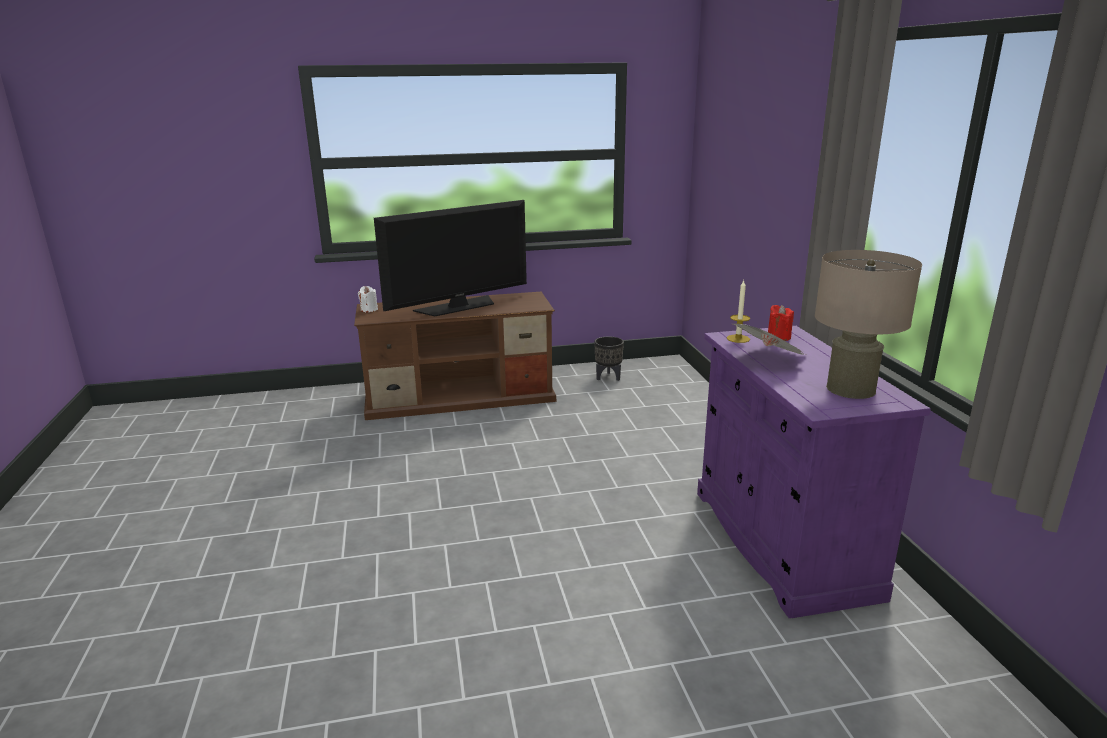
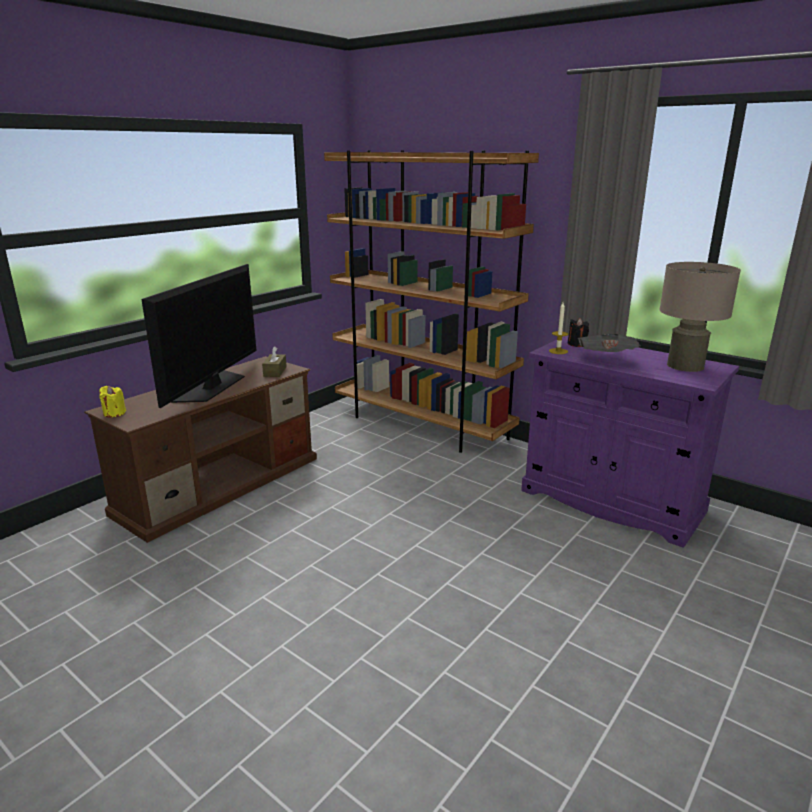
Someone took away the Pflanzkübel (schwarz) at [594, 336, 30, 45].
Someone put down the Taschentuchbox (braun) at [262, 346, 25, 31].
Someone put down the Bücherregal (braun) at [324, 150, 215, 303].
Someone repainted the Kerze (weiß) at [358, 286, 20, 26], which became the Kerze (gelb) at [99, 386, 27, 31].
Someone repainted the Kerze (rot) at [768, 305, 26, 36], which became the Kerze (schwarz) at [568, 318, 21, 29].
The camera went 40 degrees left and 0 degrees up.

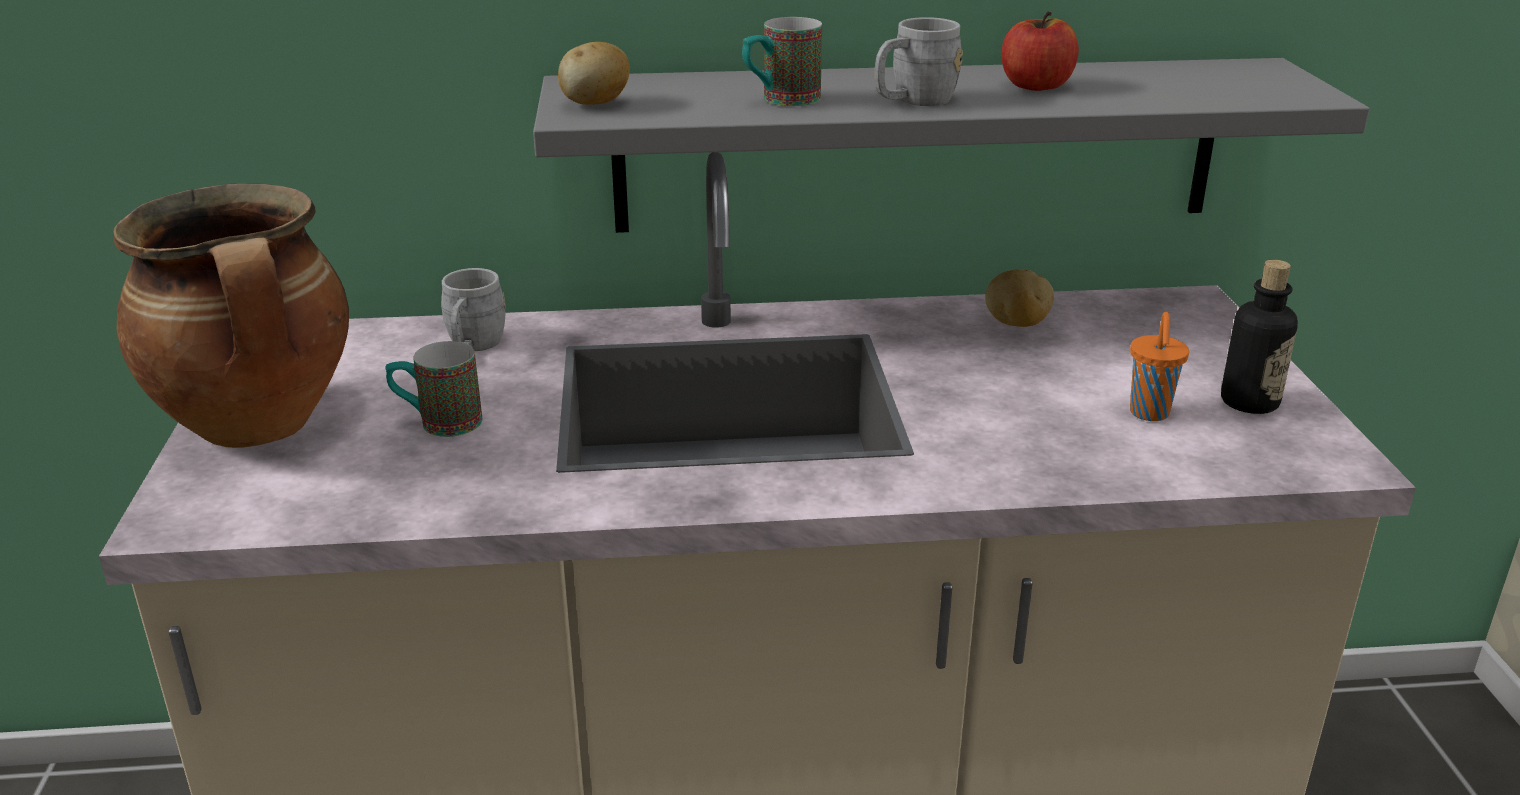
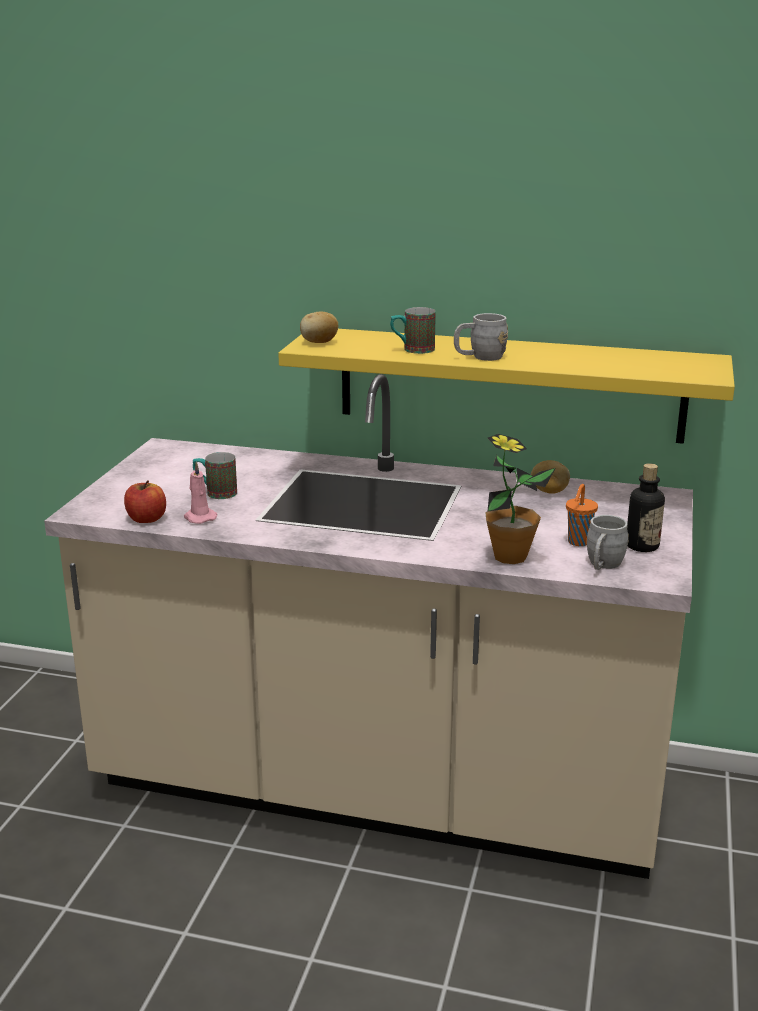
Someone took away the Kochtopf at [113, 184, 236, 264].
Someone put down the Kerze (rosa) at [184, 462, 33, 62].
Someone put down the Topfpflanze at [485, 434, 70, 130].
Someone carried the Henkelbecher (grau) from [441, 268, 65, 83] to [587, 515, 42, 55].
Someone carried the Apfel from [1001, 11, 78, 80] to [124, 480, 42, 43].
Someone repainted the Wandregal (grau) at [533, 58, 836, 175], which became the Wandregal (gelb) at [278, 329, 457, 115].
The camera went 20 degrees right and 5 degrees down.

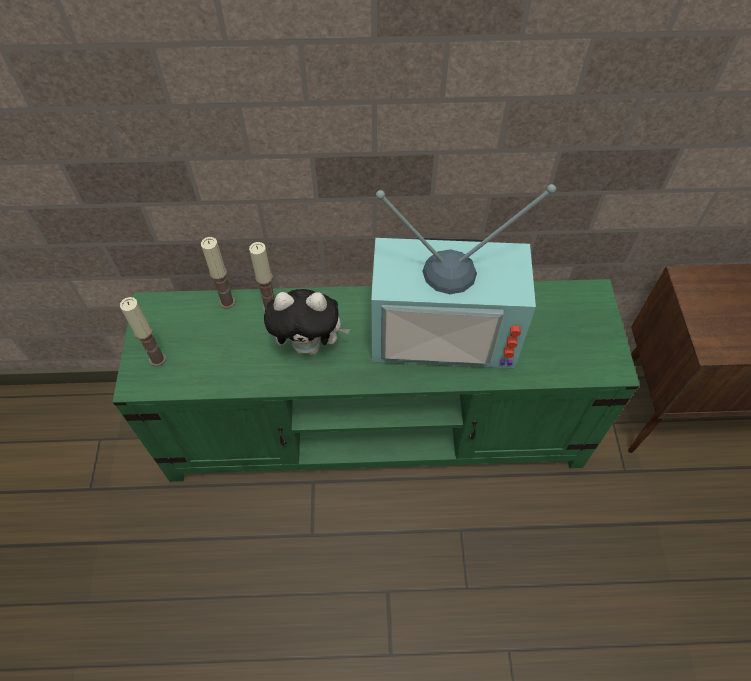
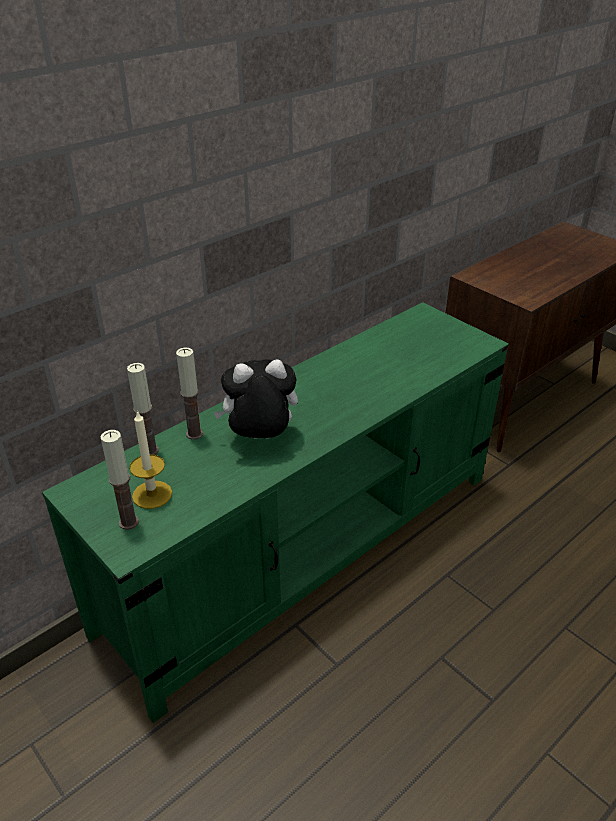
Someone took away the Fernseher at [371, 184, 185, 185].
Someone put down the Kerze at [130, 410, 42, 99].
Someone rotated the Plüschtier at [264, 289, 86, 66] by 150 degrees counterclockwise.
The camera went 40 degrees left and 20 degrees down.

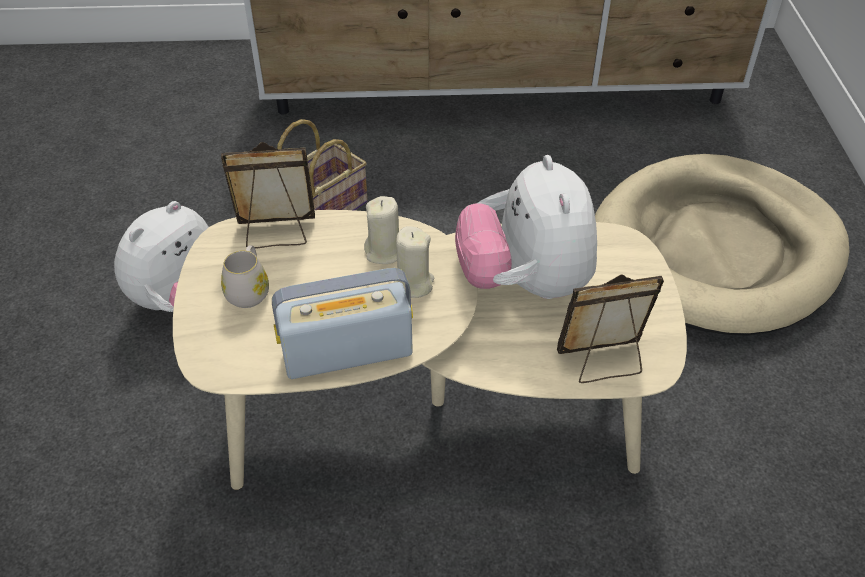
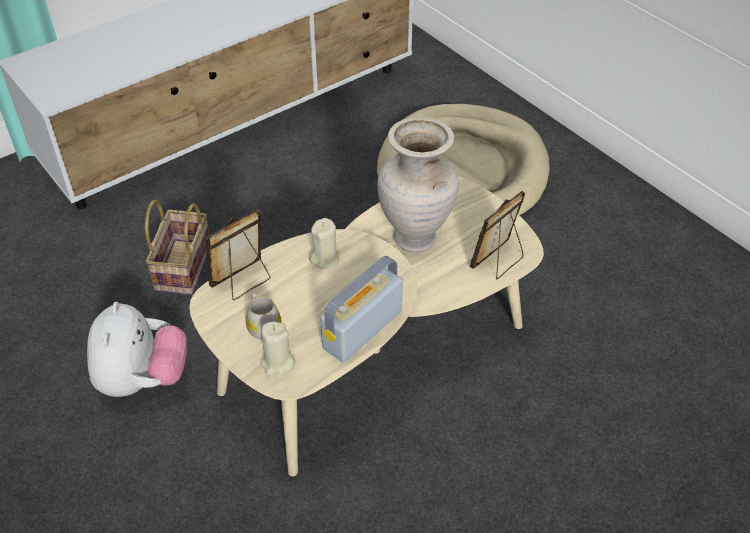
Someone carried the Kerze (beige) from [394, 226, 40, 72] to [261, 321, 34, 55].
Someone swapped the Plüschtier at [455, 155, 142, 144] for the Vase (beige) at [377, 117, 82, 135].
The camera went 35 degrees left and 0 degrees up.

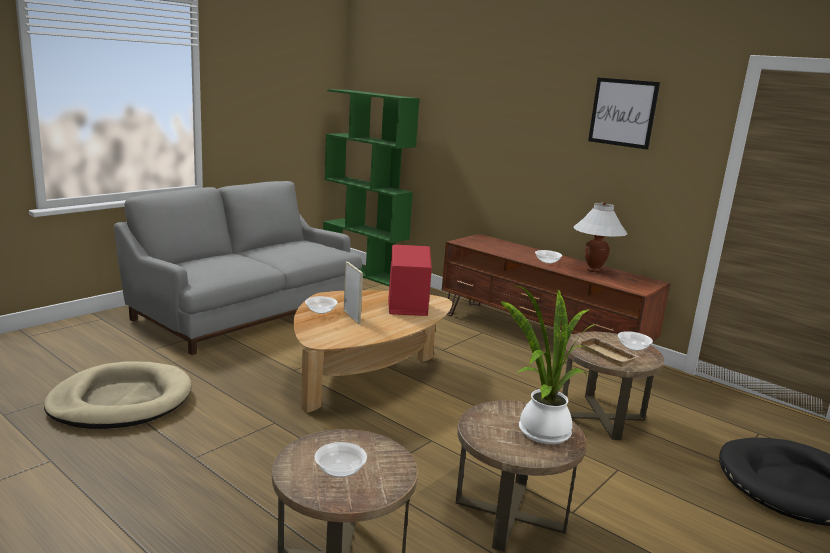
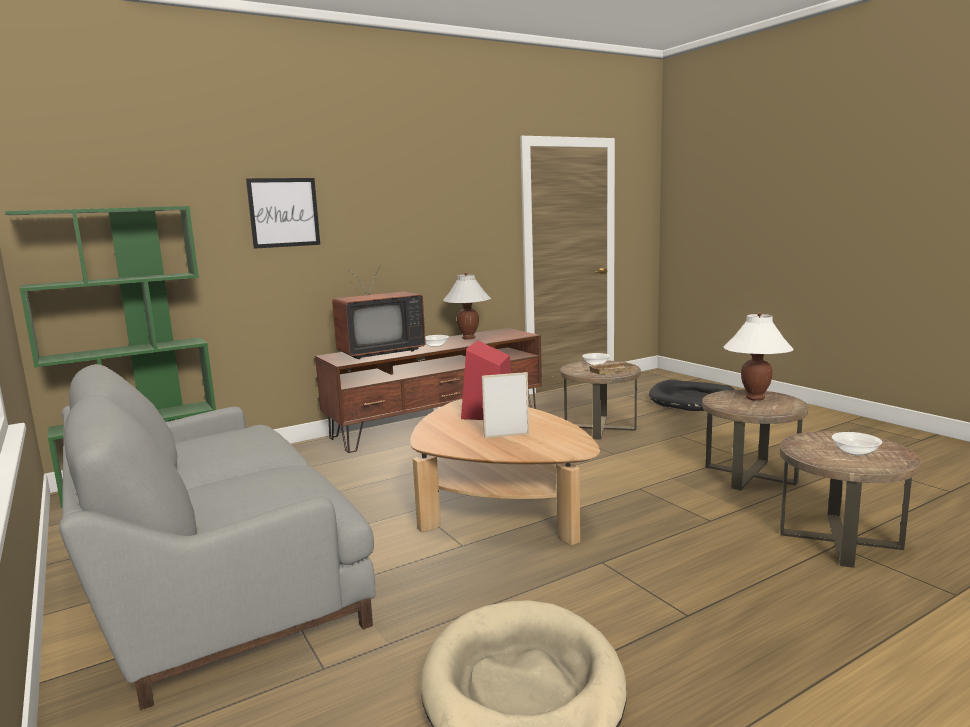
Someone took away the Schüssel at [305, 296, 33, 18].
Someone put down the Fernseher at [332, 265, 94, 94].
Someone carried the Bild from [588, 77, 72, 73] to [246, 178, 74, 71].
Someone swapped the Topfpflanze at [500, 285, 94, 159] for the Tischlampe (weiß) at [723, 313, 71, 88].
The camera went 70 degrees left and 5 degrees down.

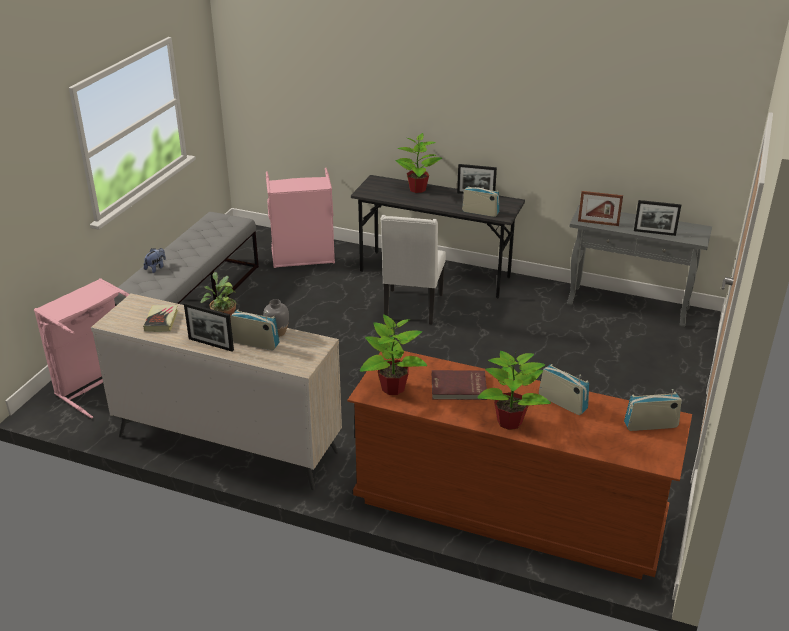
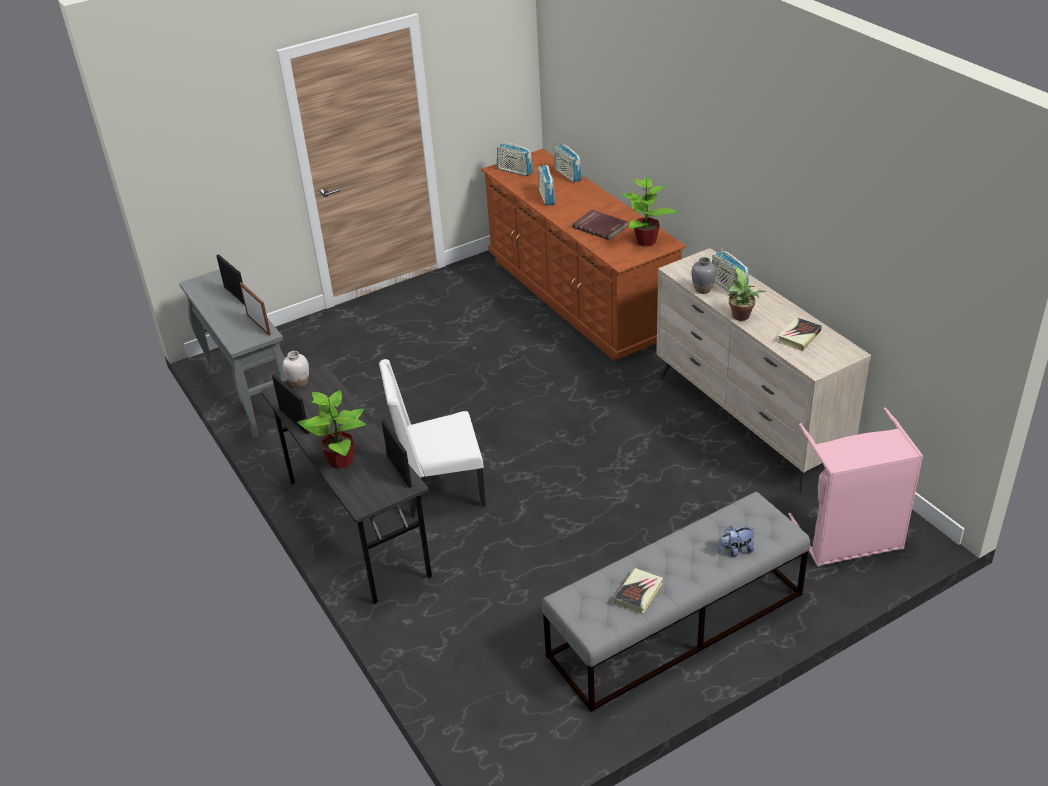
Someone took away the Wäschekorb (rosa) at [266, 167, 69, 101].
Someone took away the Topfpflanze at [477, 351, 74, 79].
Someone put down the Vase (weiß) at [283, 351, 26, 37].
Someone put down the Buch at [614, 568, 49, 46].
Someone carried the Bilderrahmen from [184, 302, 50, 49] to [381, 420, 31, 68].
Someone carried the Radio from [462, 186, 37, 31] to [554, 144, 28, 38].
Someone rotated the Stuhl (weiß) at [381, 215, 65, 110] by 150 degrees counterclockwise.
The camera went 140 degrees left and 5 degrees up.

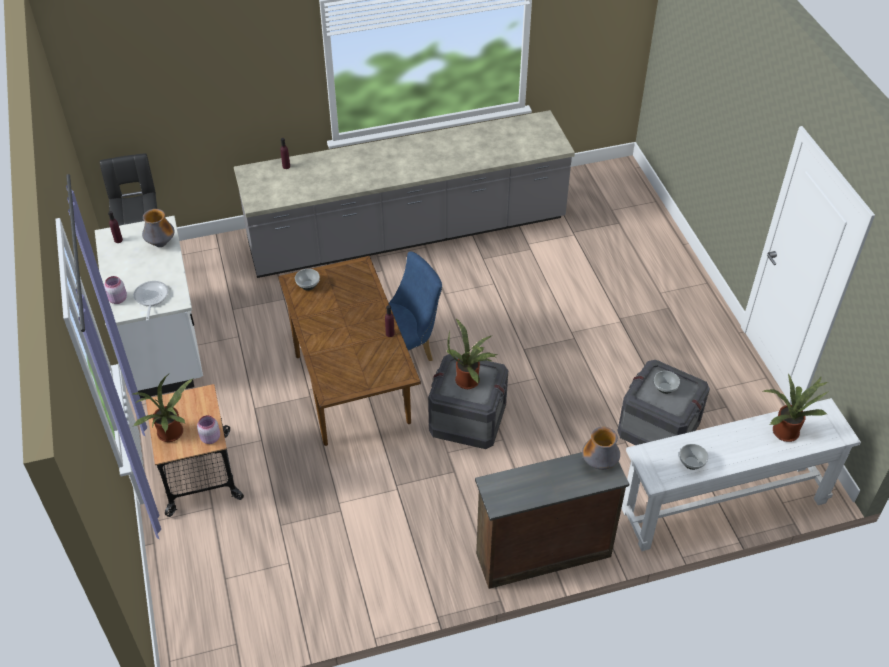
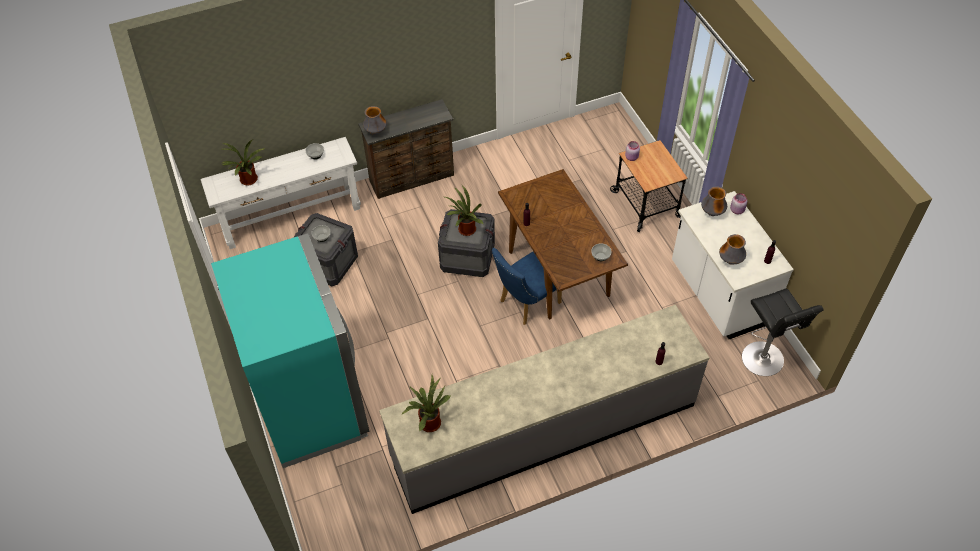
Someone put down the Kühlschrank (türkis) at [211, 233, 158, 235].
Someone carried the Topfpflanze from [133, 373, 61, 69] to [402, 375, 49, 57].
Someone swapped the Pfanne at [134, 281, 34, 40] for the Vase at [701, 186, 26, 30].
The camera went 175 degrees right and 5 degrees up.

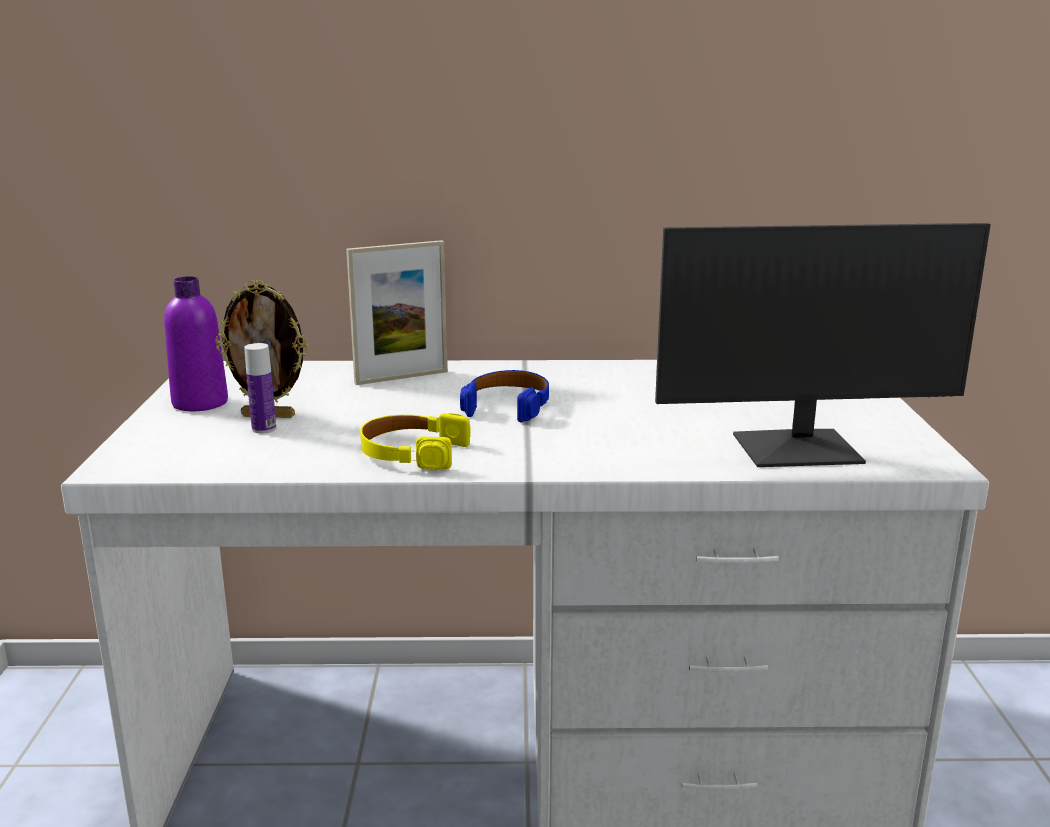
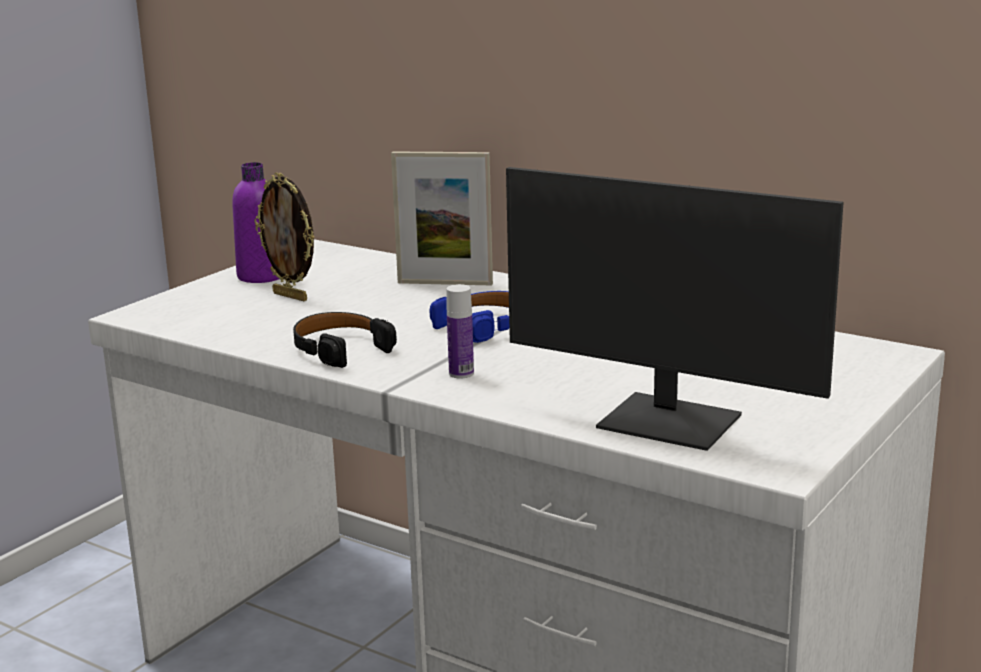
Someone carried the Flasche from [244, 343, 32, 90] to [446, 284, 28, 94].
Someone repainted the Kopfhörer (gelb) at [360, 413, 111, 57], which became the Kopfhörer (schwarz) at [293, 312, 104, 56].
The camera went 35 degrees right and 0 degrees up.

